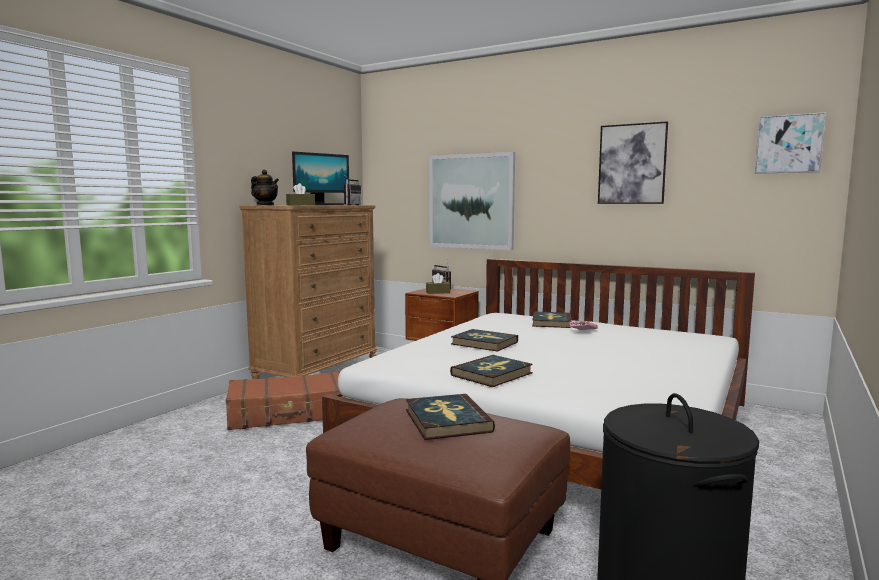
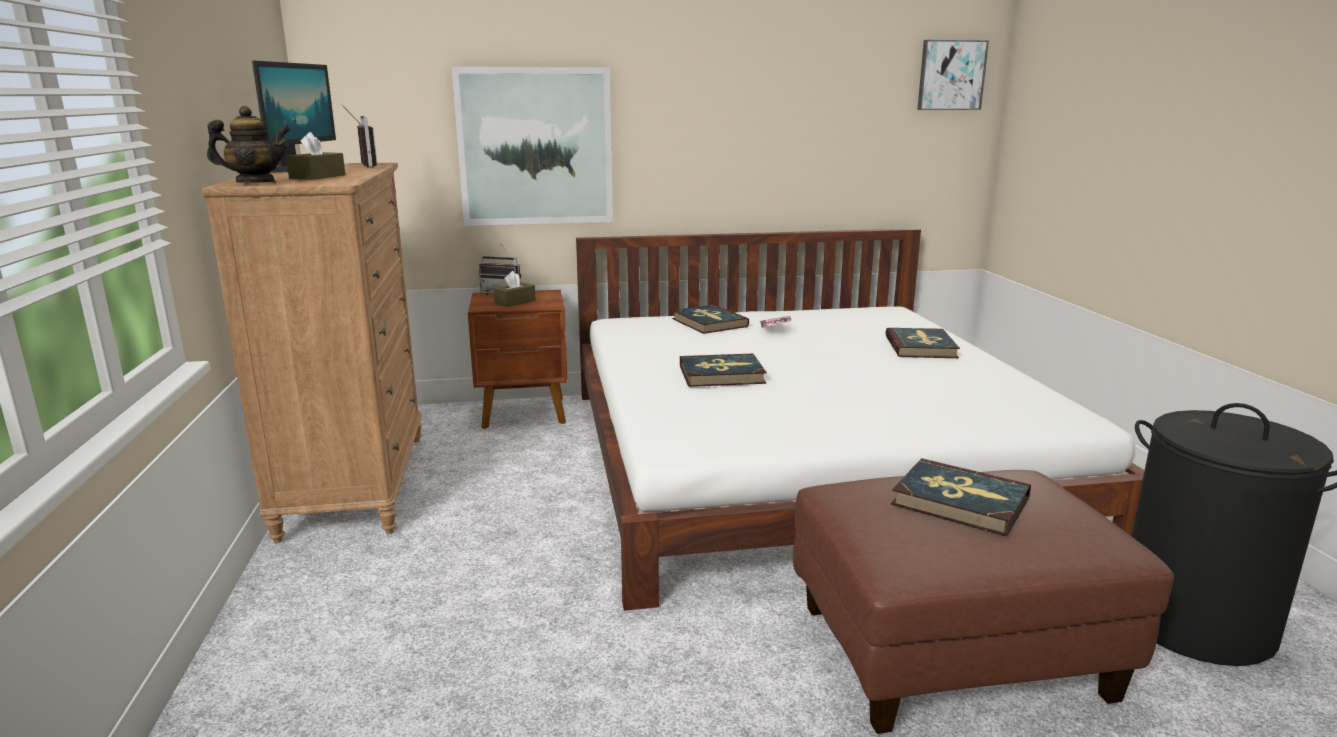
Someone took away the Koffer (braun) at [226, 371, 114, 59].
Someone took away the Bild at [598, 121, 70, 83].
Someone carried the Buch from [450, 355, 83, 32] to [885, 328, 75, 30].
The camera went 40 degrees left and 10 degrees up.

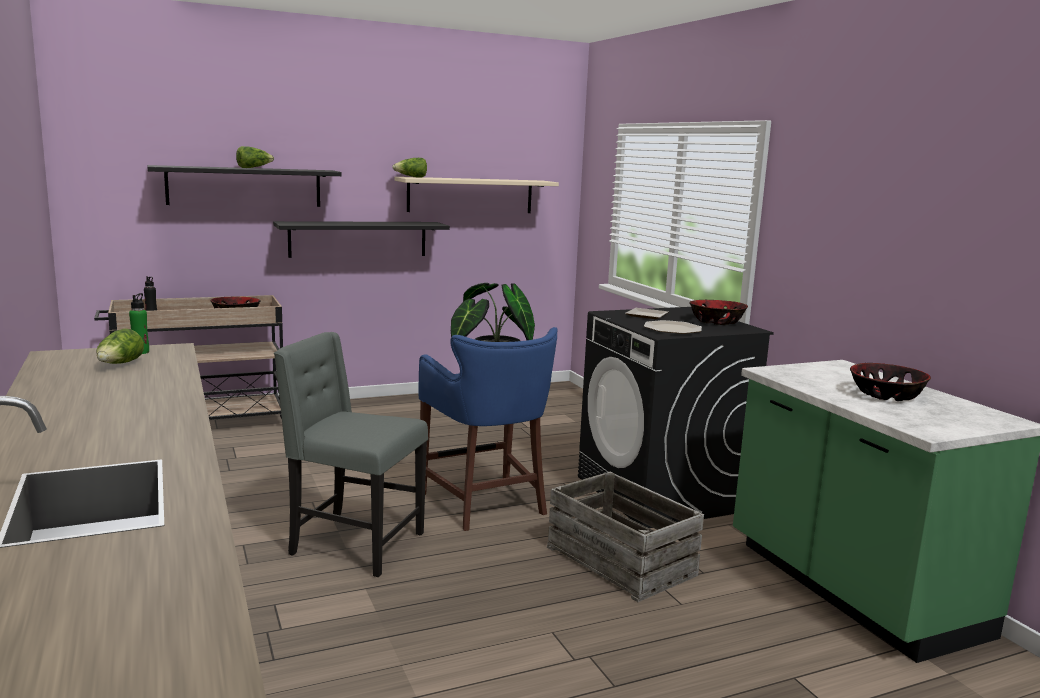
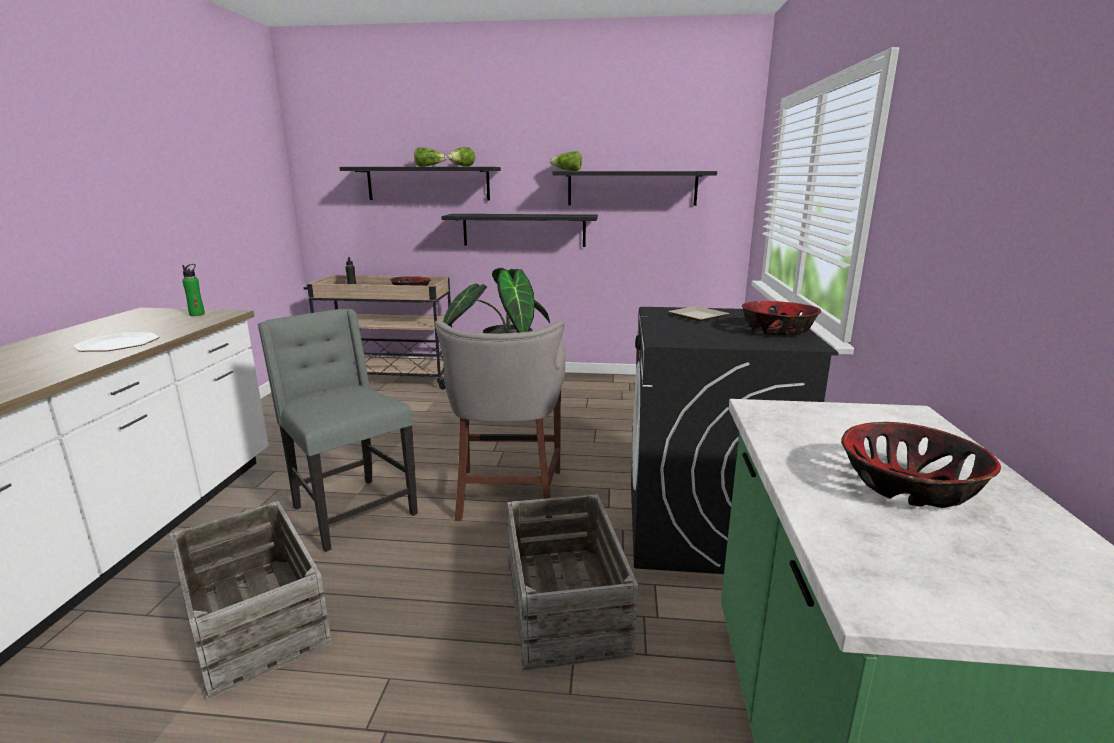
Someone put down the Kiste at [170, 501, 162, 200].
Someone carried the Salatkopf from [96, 329, 48, 35] to [448, 147, 27, 20].
Someone carried the Teller from [644, 320, 58, 14] to [73, 332, 87, 20].
Someone repainted the Wandregal (beige) at [394, 177, 165, 36], which became the Wandregal (schwarz) at [552, 171, 165, 35].
Someone repainted the Hocker (blau) at [418, 327, 140, 204], which became the Hocker (grau) at [434, 321, 131, 200].
The camera went 30 degrees right and 5 degrees up.

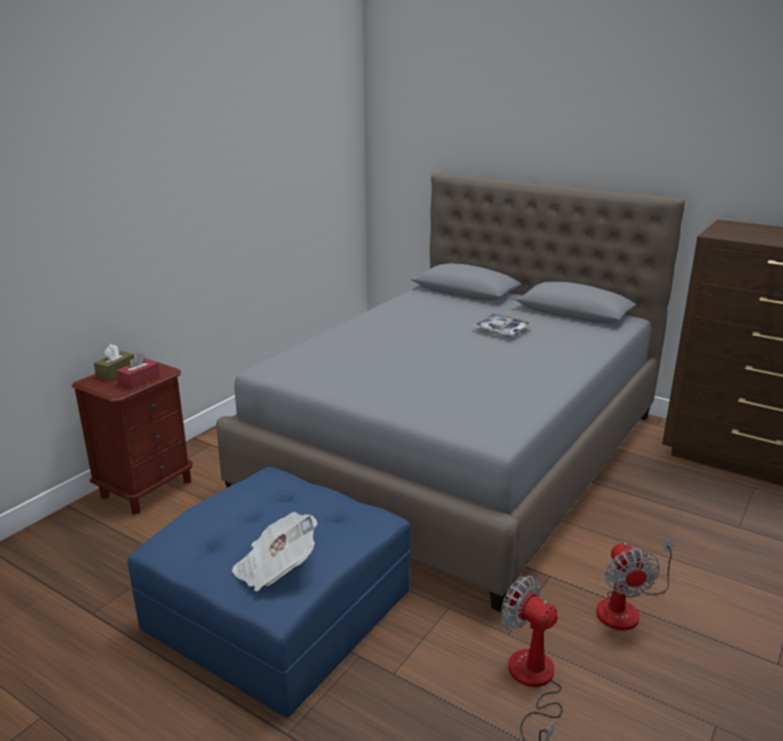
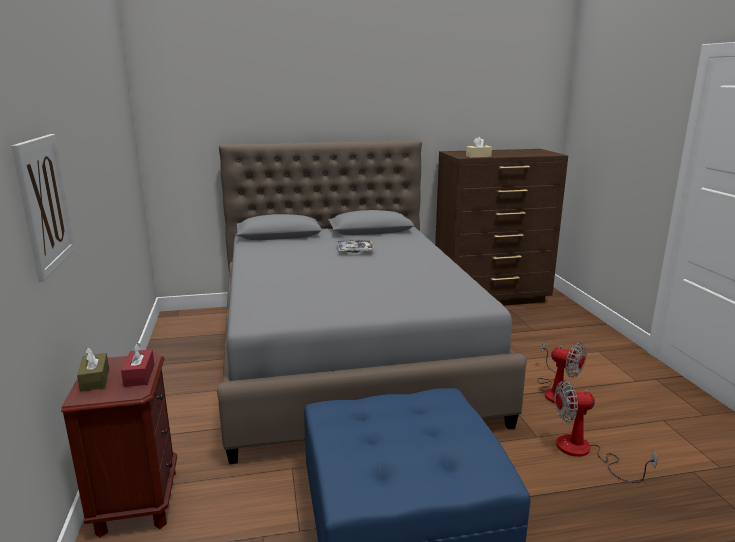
Someone took away the Zeitung at [232, 512, 86, 79].
Someone put up the Bild at [12, 134, 63, 148].
Someone put down the Taschentuchbox (beige) at [466, 137, 26, 21].
The camera went 45 degrees left and 5 degrees down.

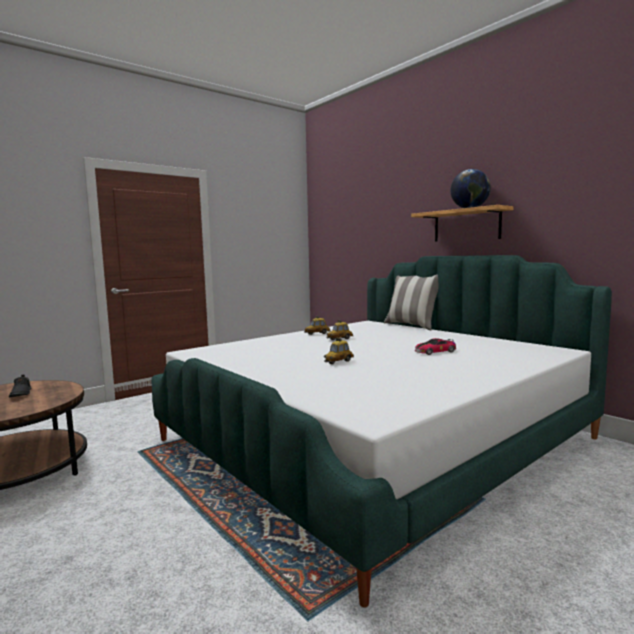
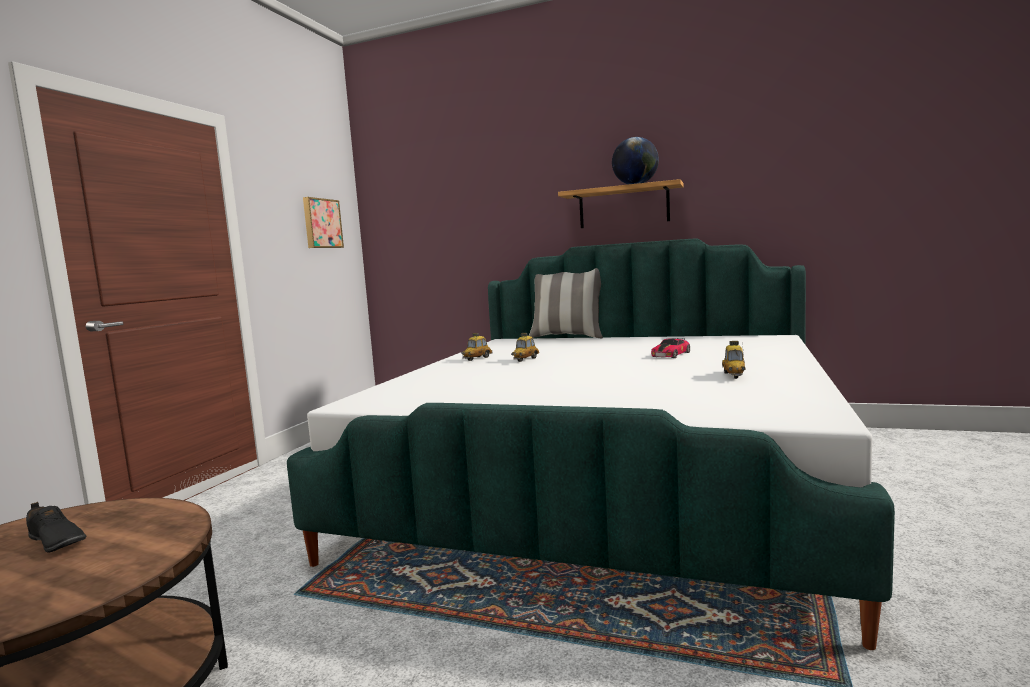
Someone put up the Bild at [303, 197, 41, 51].
Someone carried the Spielzeugauto from [324, 338, 30, 26] to [722, 341, 24, 38].
The camera went 30 degrees left and 0 degrees up.

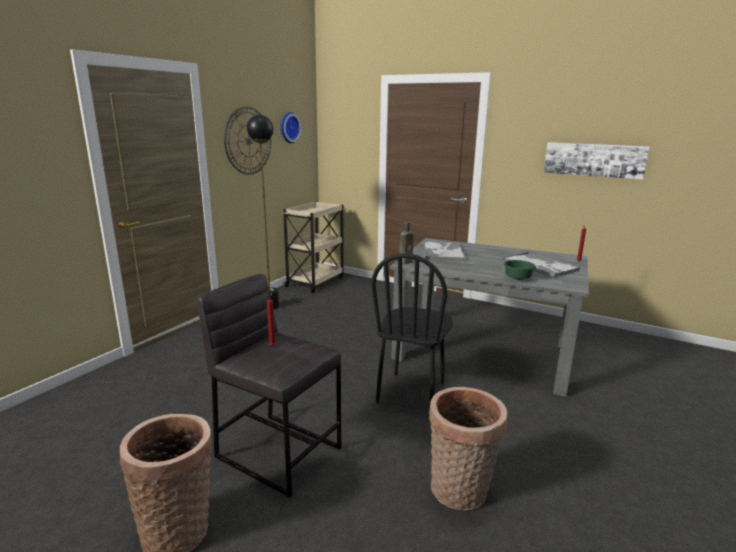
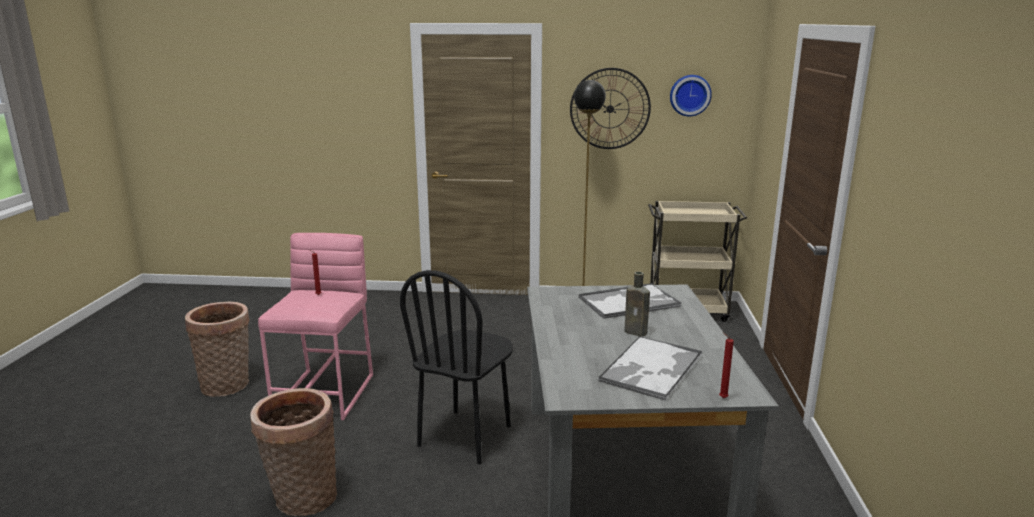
Someone took away the Schüssel (grün) at [504, 260, 32, 20].
Someone took away the Bild at [544, 142, 106, 38].
Someone carried the Flasche (braun) from [400, 222, 13, 42] to [624, 271, 26, 65].
Someone repainted the Hocker (grau) at [197, 274, 144, 223], which became the Hocker (rosa) at [258, 233, 115, 187].
Someone rotated the Stuhl (schwarz) at [371, 253, 82, 150] by 60 degrees counterclockwise.
The camera went 65 degrees right and 0 degrees up.

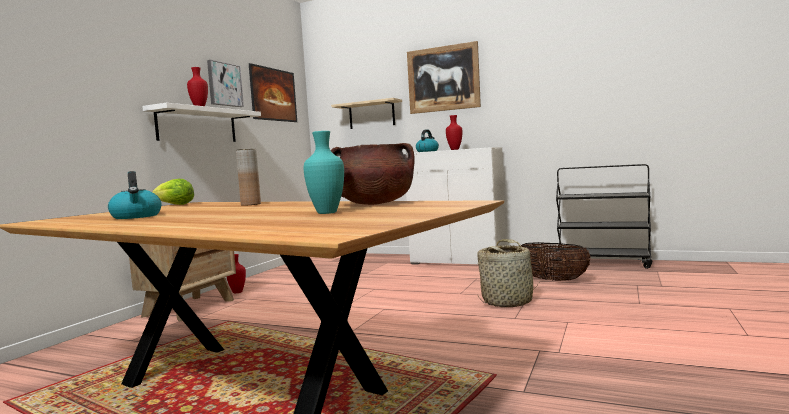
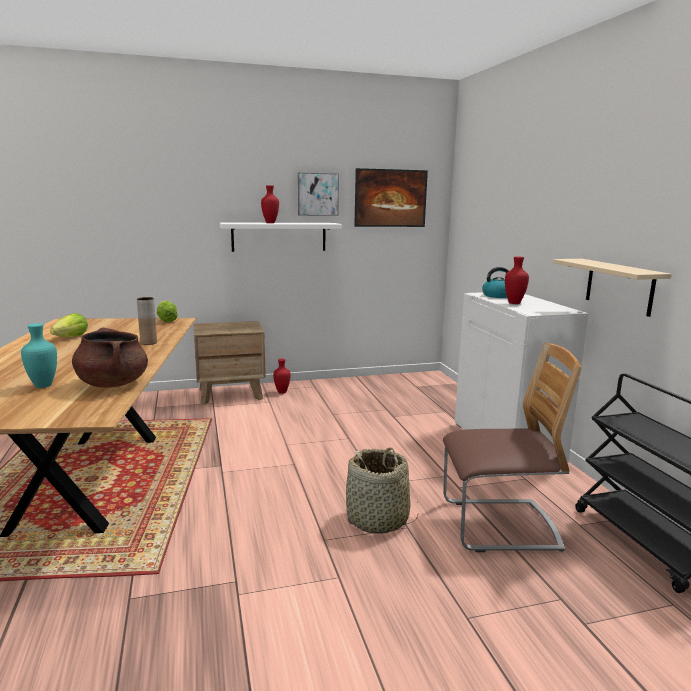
Someone took away the Bild at [407, 41, 74, 73].
Someone carried the Wandregal (beige) from [331, 98, 71, 31] to [553, 259, 119, 58].
Someone swapped the Wasserkessel at [108, 171, 54, 48] for the Salatkopf at [50, 313, 38, 24].
Someone swapped the Korb at [520, 242, 71, 39] for the Stuhl at [443, 343, 139, 209].
The camera went 50 degrees right and 10 degrees up.

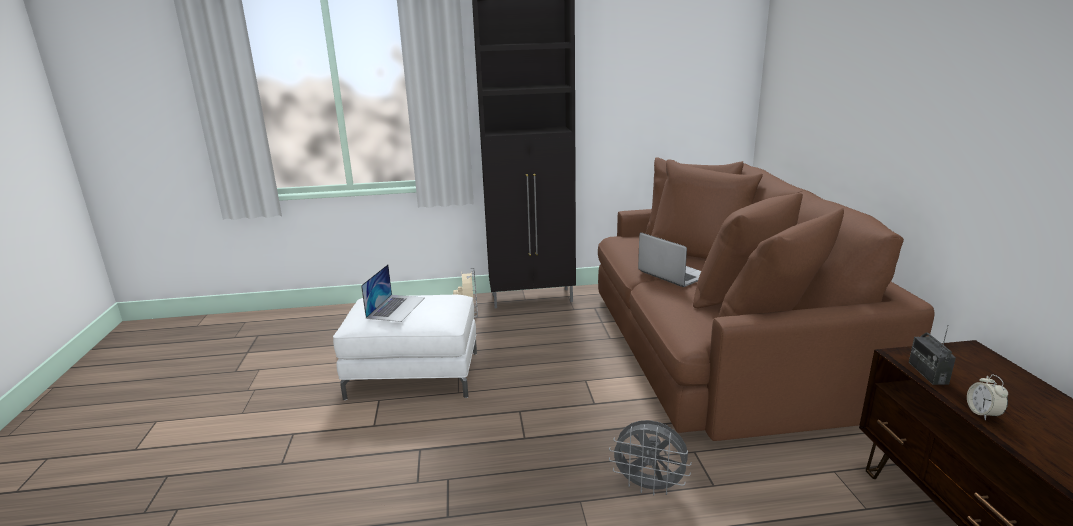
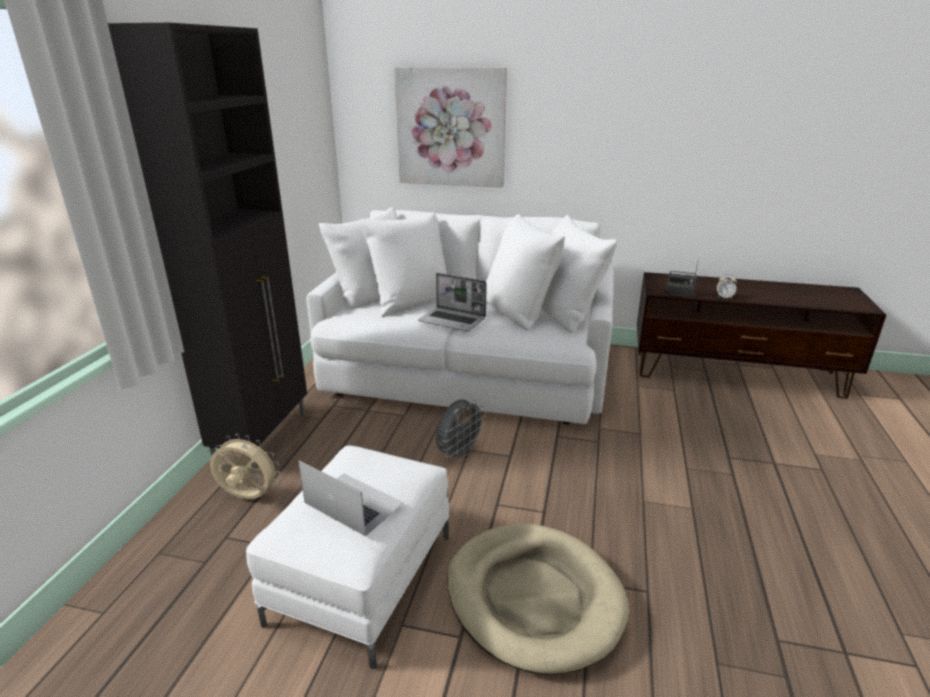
Someone put up the Bild at [394, 67, 113, 120].
Someone put down the Hundebett (beige) at [447, 524, 182, 151].
Someone carried the Ventilator (grau) from [609, 420, 83, 76] to [436, 399, 50, 63].
Someone repainted the Sofa (braun) at [598, 158, 337, 283], which became the Sofa (weiß) at [306, 207, 311, 217].
Someone rotated the Laptop at [638, 232, 63, 55] by 135 degrees counterclockwise.
The camera went 70 degrees left and 5 degrees up.

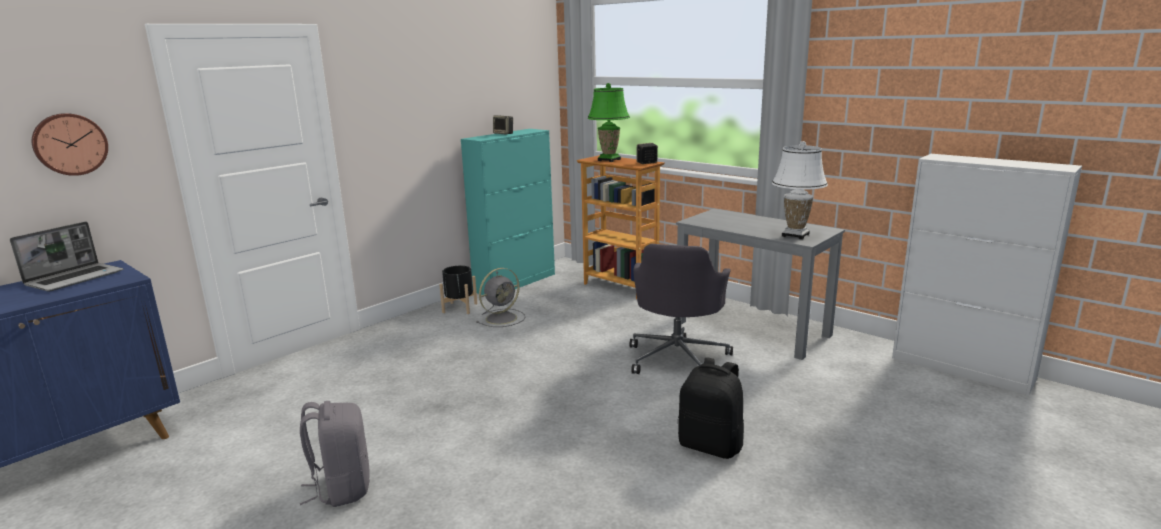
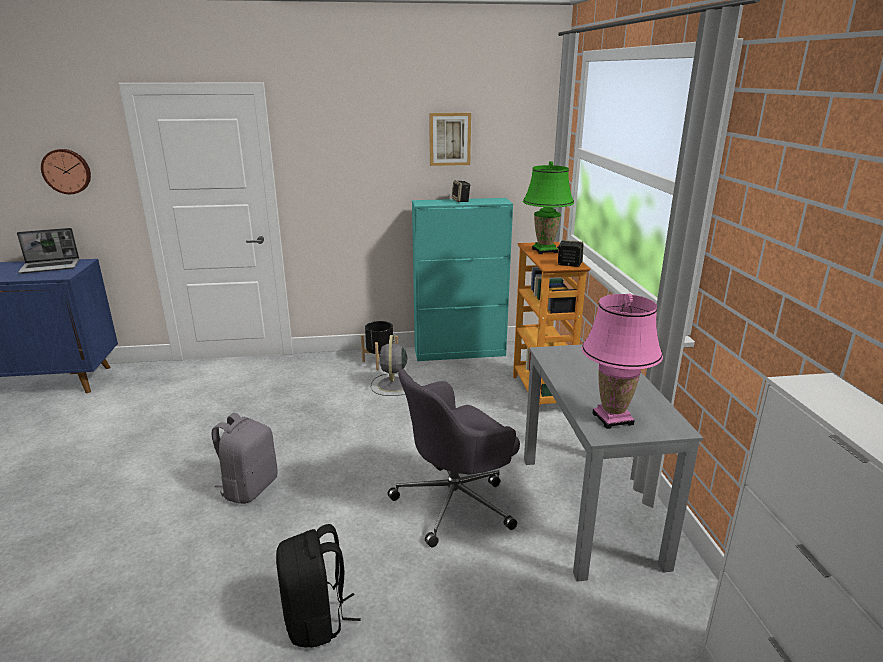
Someone put up the Bild at [429, 113, 42, 53].
Someone carried the Rucksack (grau) from [300, 401, 70, 106] to [212, 413, 65, 91].
Someone repainted the Tischlampe (weiß) at [772, 141, 56, 98], which became the Tischlampe (rosa) at [582, 294, 81, 135].
Someone rotated the Ventilator (grau) at [476, 268, 49, 59] by 90 degrees clockwise.
The camera went 40 degrees right and 5 degrees up.

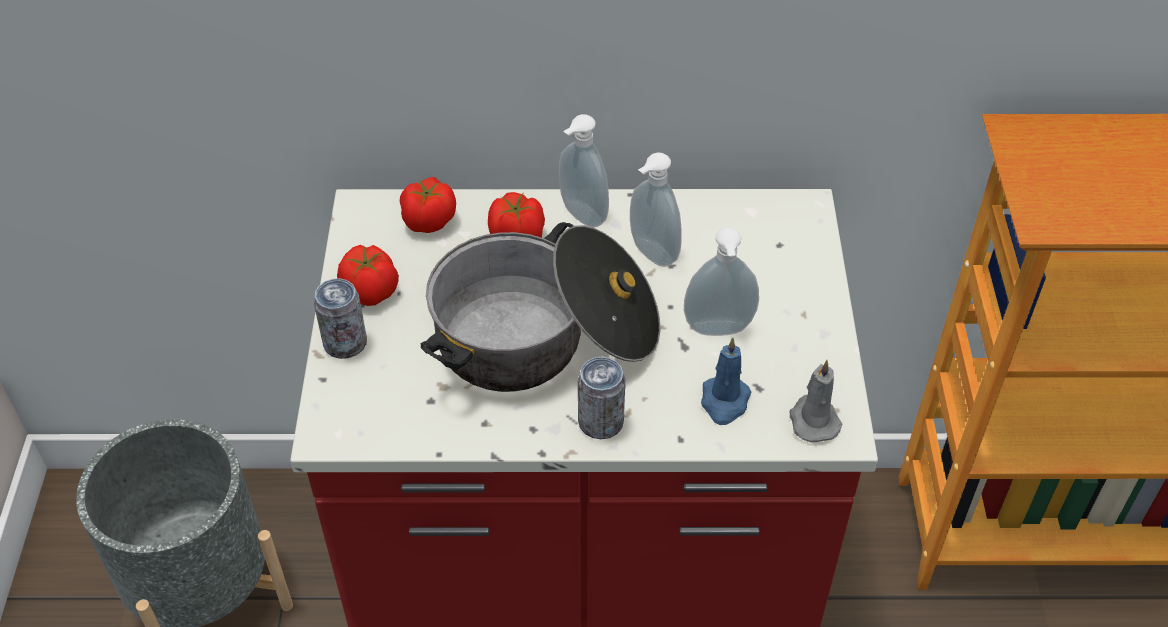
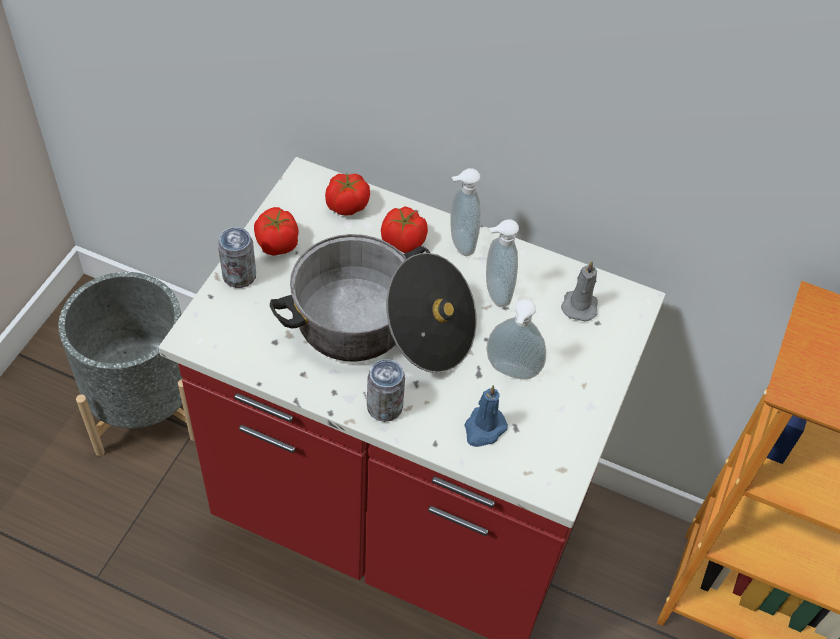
Someone carried the Kerze (grau) from [790, 360, 52, 83] to [561, 261, 37, 61].
The camera went 20 degrees right and 5 degrees up.

